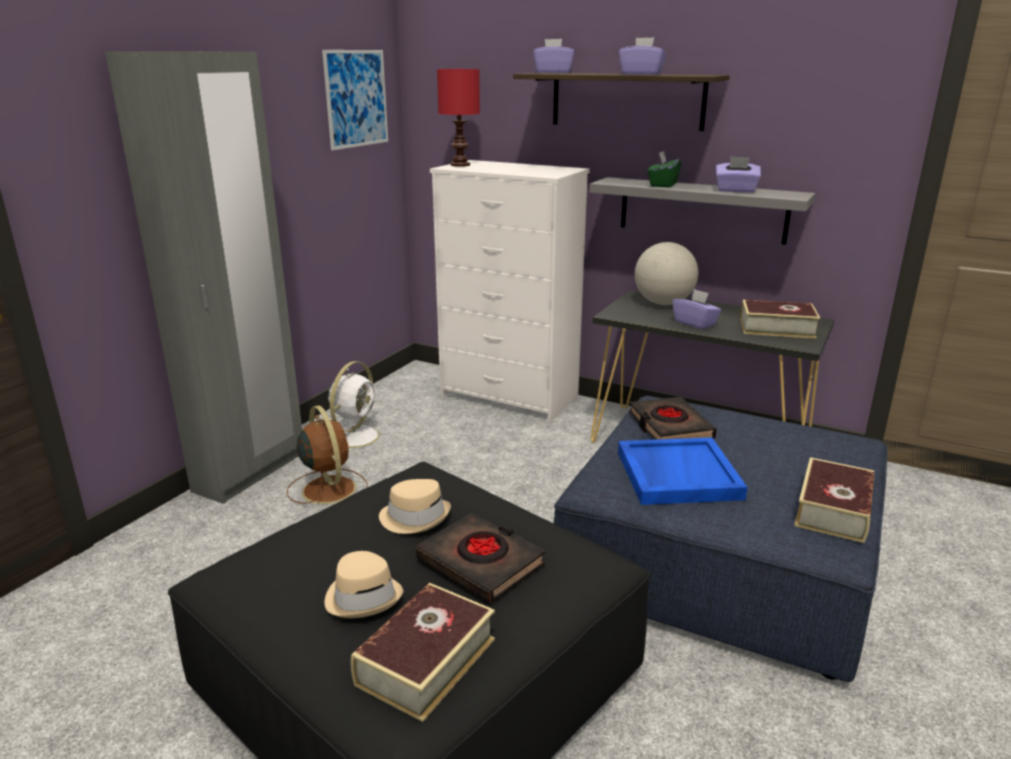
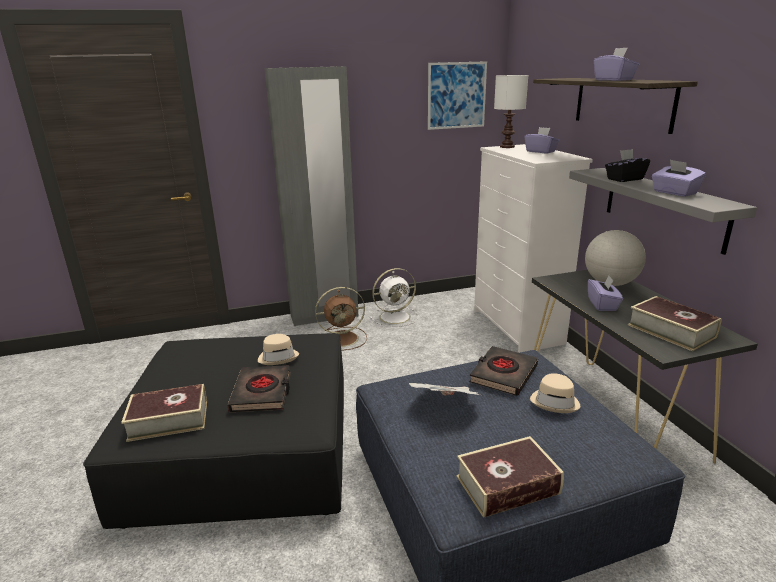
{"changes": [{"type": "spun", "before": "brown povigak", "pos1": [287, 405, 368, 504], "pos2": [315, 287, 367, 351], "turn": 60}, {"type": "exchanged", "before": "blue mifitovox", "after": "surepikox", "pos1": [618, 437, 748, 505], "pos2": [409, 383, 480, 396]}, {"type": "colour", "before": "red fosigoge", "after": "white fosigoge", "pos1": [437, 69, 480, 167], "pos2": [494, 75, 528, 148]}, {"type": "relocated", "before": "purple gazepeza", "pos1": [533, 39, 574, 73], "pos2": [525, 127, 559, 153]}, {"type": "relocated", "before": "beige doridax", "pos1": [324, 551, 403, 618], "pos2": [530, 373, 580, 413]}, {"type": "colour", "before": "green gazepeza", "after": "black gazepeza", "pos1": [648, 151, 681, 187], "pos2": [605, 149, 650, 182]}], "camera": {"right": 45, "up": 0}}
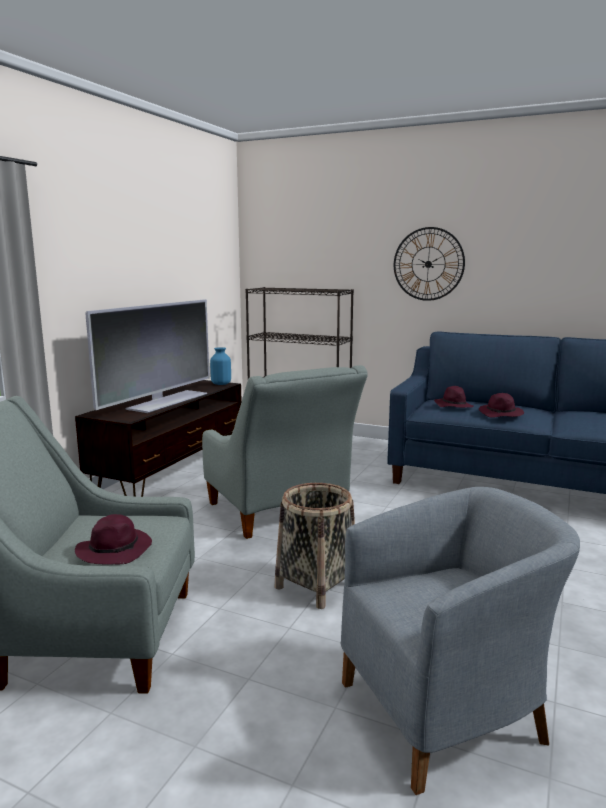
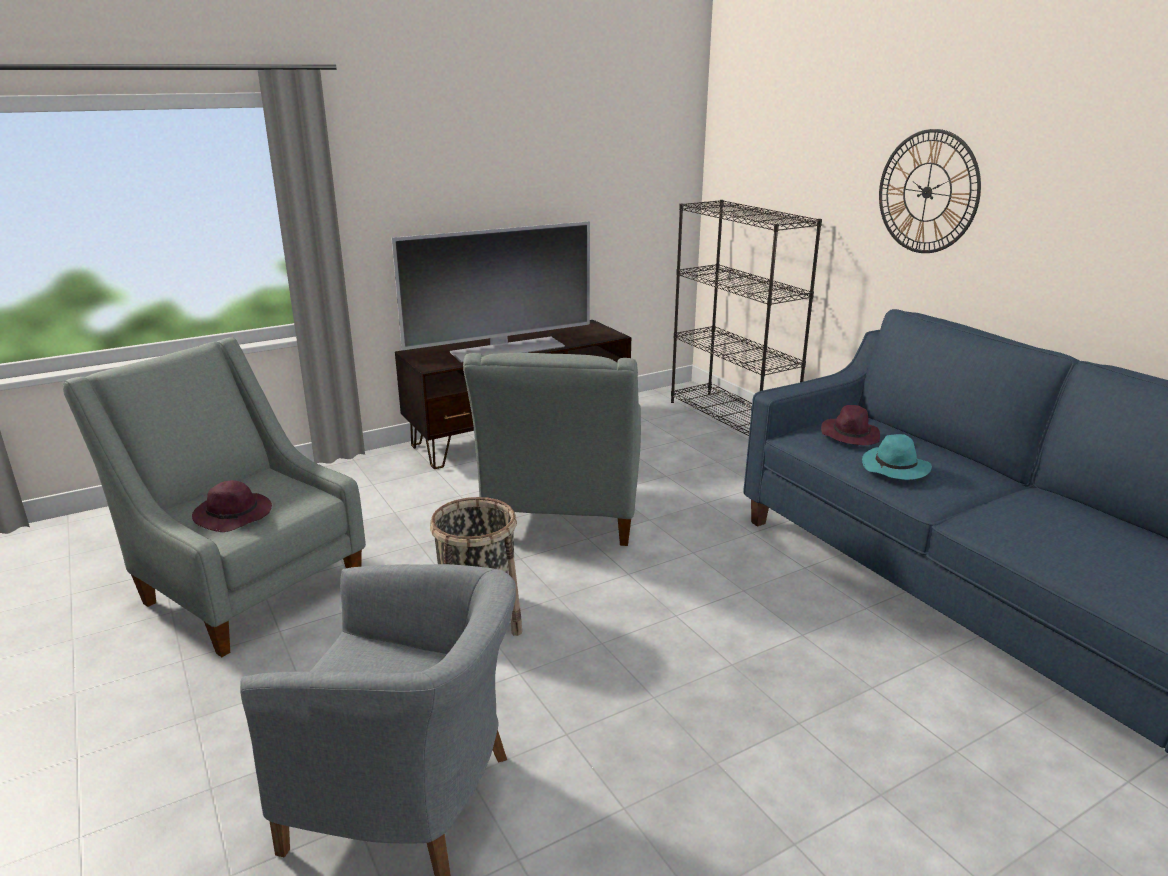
{"changes": [{"type": "colour", "before": "purple doridax", "after": "turquoise doridax", "pos1": [479, 393, 524, 418], "pos2": [862, 434, 932, 480]}, {"type": "missing", "before": "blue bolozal", "pos1": [210, 347, 231, 385]}], "camera": {"right": 35, "up": 10}}
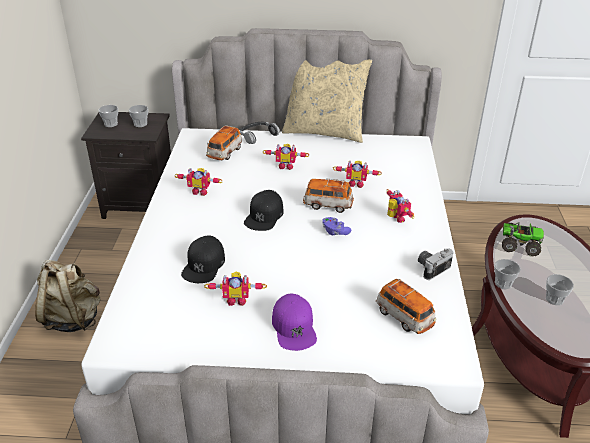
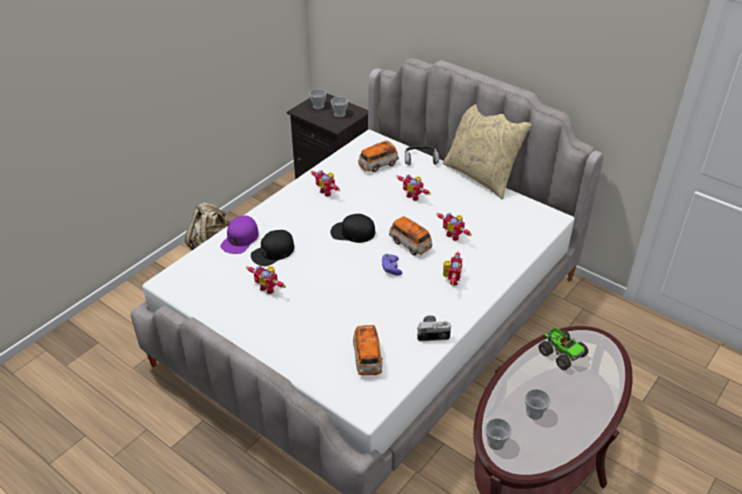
{"changes": [{"type": "relocated", "before": "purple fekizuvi", "pos1": [272, 293, 317, 351], "pos2": [220, 216, 259, 254]}, {"type": "spun", "before": "black fekizuvi", "pos1": [244, 190, 283, 231], "pos2": [330, 214, 375, 243], "turn": 45}, {"type": "relocated", "before": "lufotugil", "pos1": [494, 259, 521, 289], "pos2": [485, 418, 512, 450]}], "camera": {"right": 35, "up": 5}}
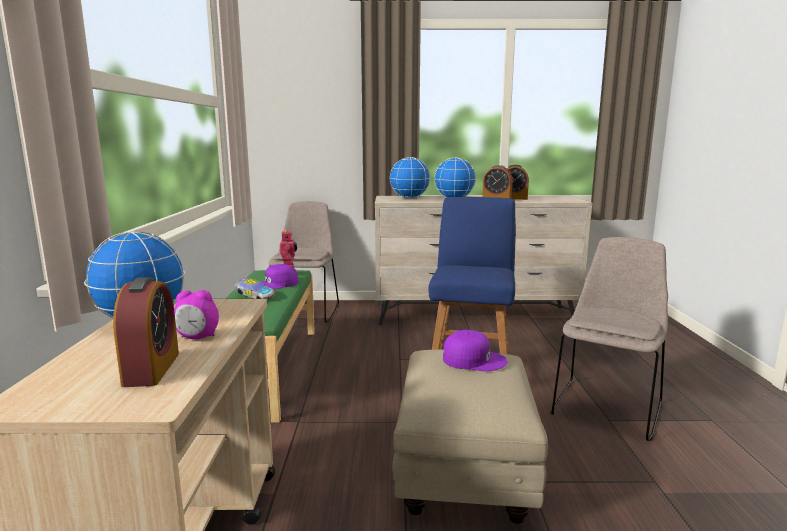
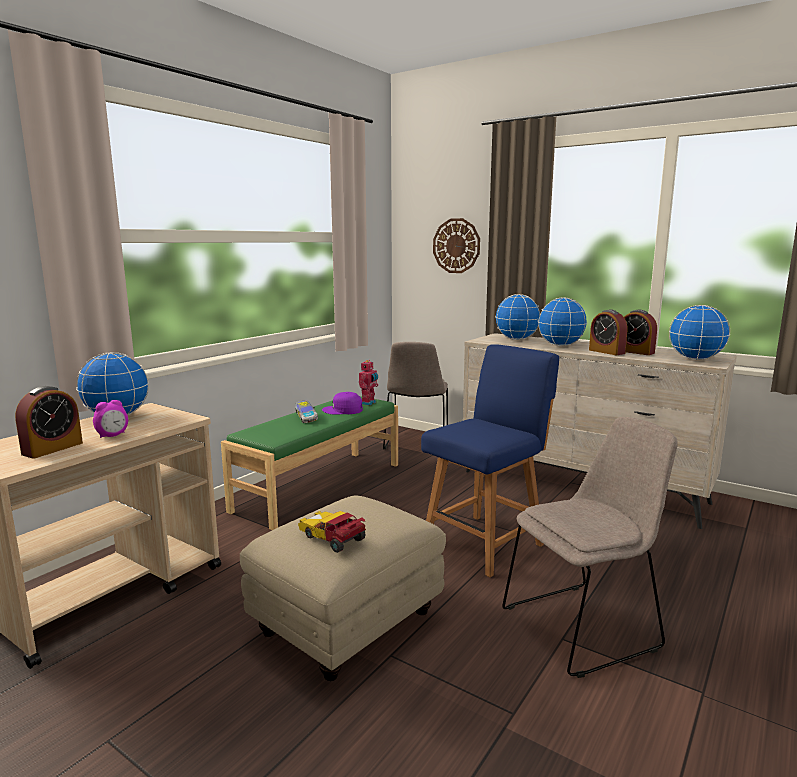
{"changes": [{"type": "spun", "before": "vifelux", "pos1": [174, 290, 219, 339], "pos2": [93, 400, 128, 438], "turn": -75}, {"type": "appeared", "after": "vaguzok", "pos2": [298, 511, 366, 553]}, {"type": "spun", "before": "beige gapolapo", "pos1": [269, 201, 339, 323], "pos2": [383, 342, 448, 449], "turn": 150}, {"type": "appeared", "after": "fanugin", "pos2": [433, 218, 480, 273]}, {"type": "appeared", "after": "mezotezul", "pos2": [669, 305, 730, 360]}, {"type": "missing", "before": "purple fekizuvi", "pos1": [443, 330, 507, 371]}], "camera": {"right": 35, "up": 0}}
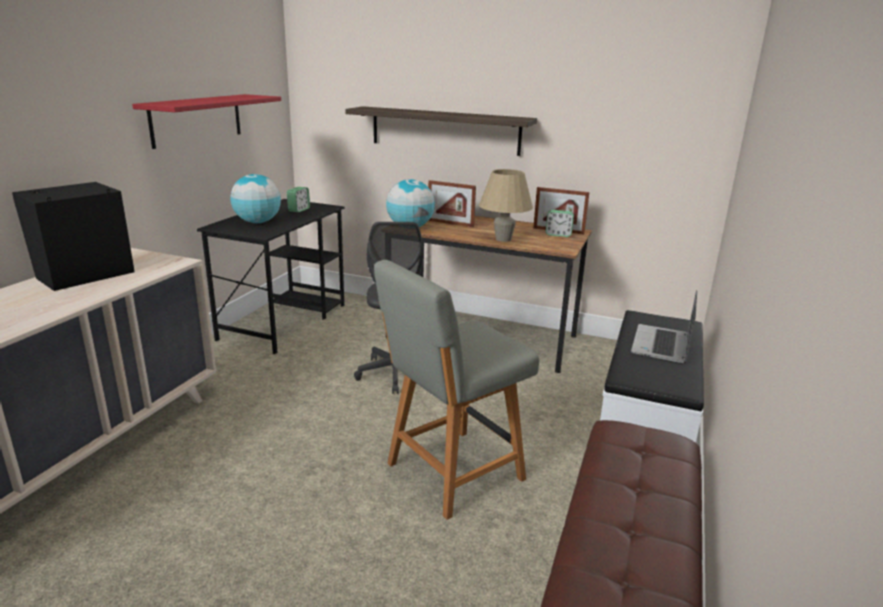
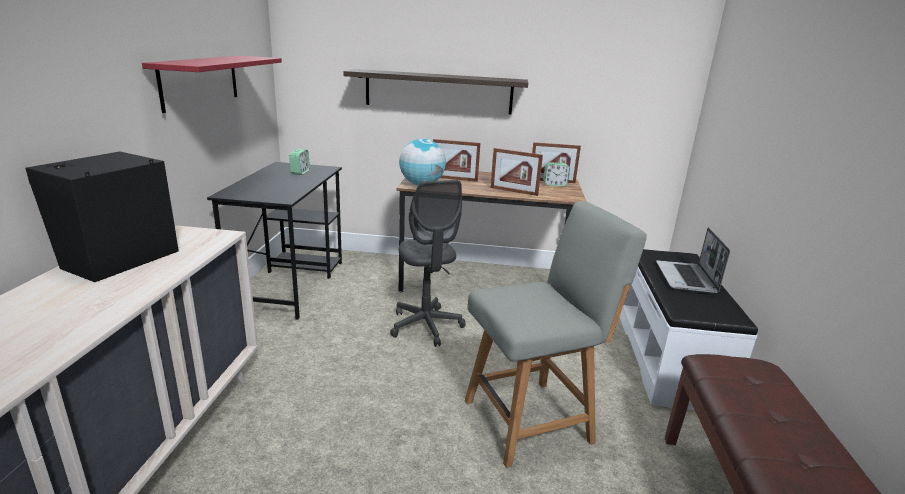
{"changes": [{"type": "spun", "before": "grey gapolapo", "pos1": [374, 260, 540, 520], "pos2": [465, 201, 647, 468], "turn": -150}, {"type": "exchanged", "before": "beige fosigoge", "after": "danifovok", "pos1": [479, 169, 533, 242], "pos2": [490, 148, 543, 196]}, {"type": "missing", "before": "mezotezul", "pos1": [230, 174, 281, 223]}], "camera": {"right": -15, "up": 0}}
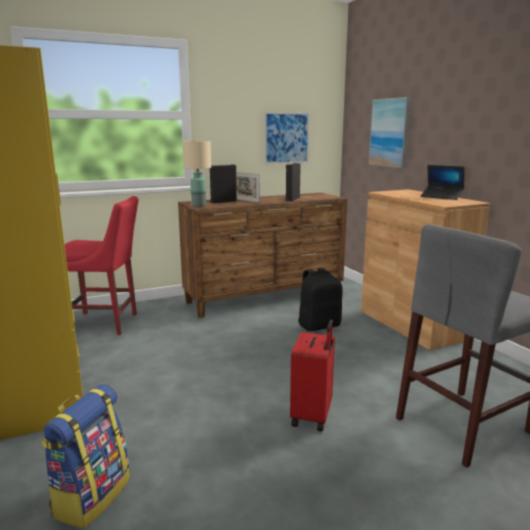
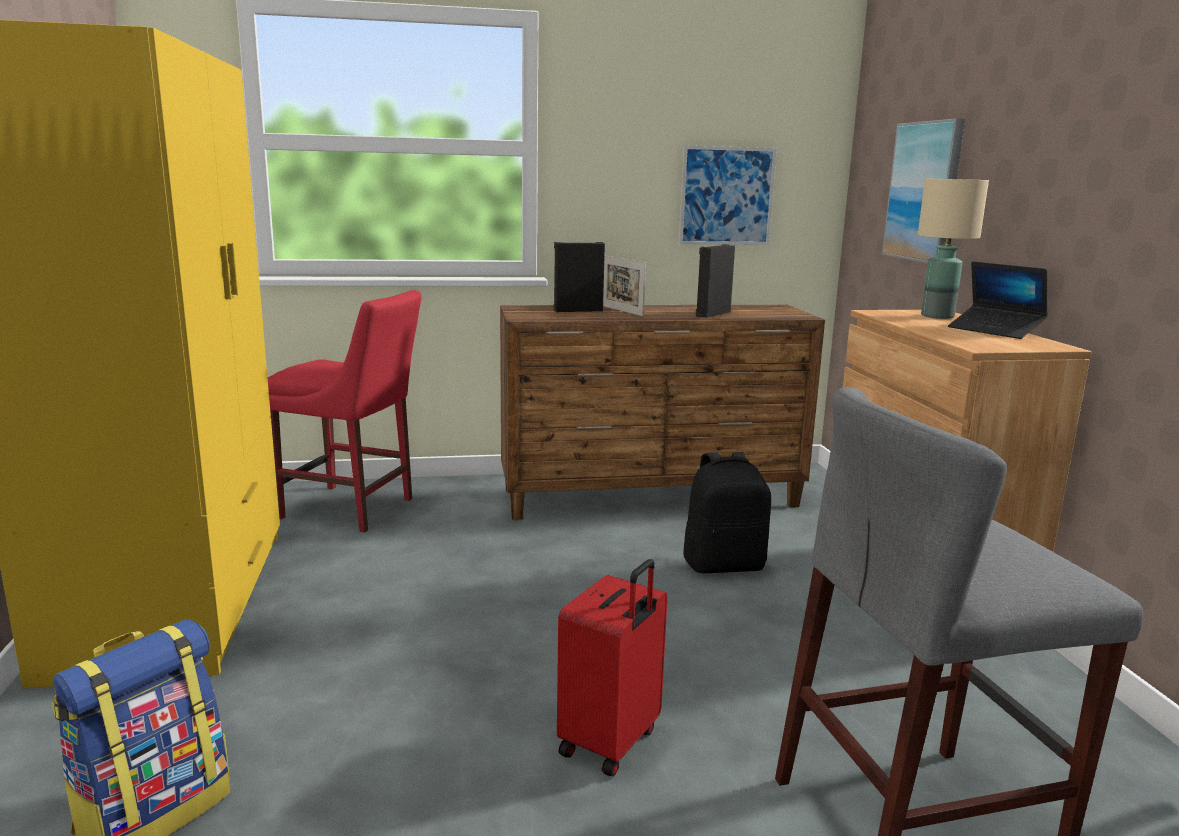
{"changes": [{"type": "relocated", "before": "beige fosigoge", "pos1": [182, 141, 211, 207], "pos2": [918, 179, 989, 319]}], "camera": {"right": 15, "up": 0}}
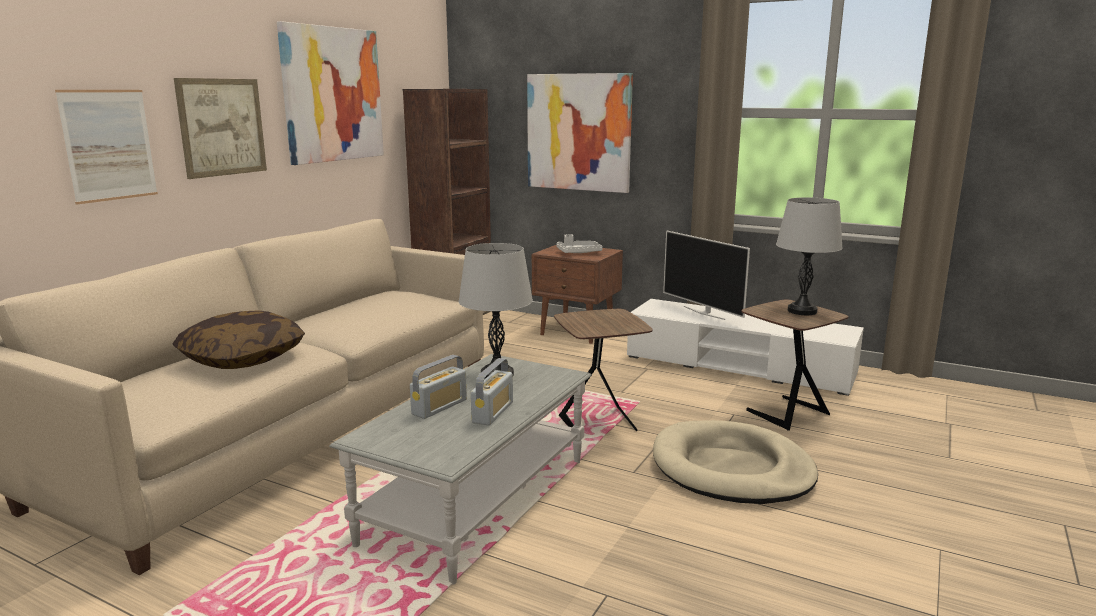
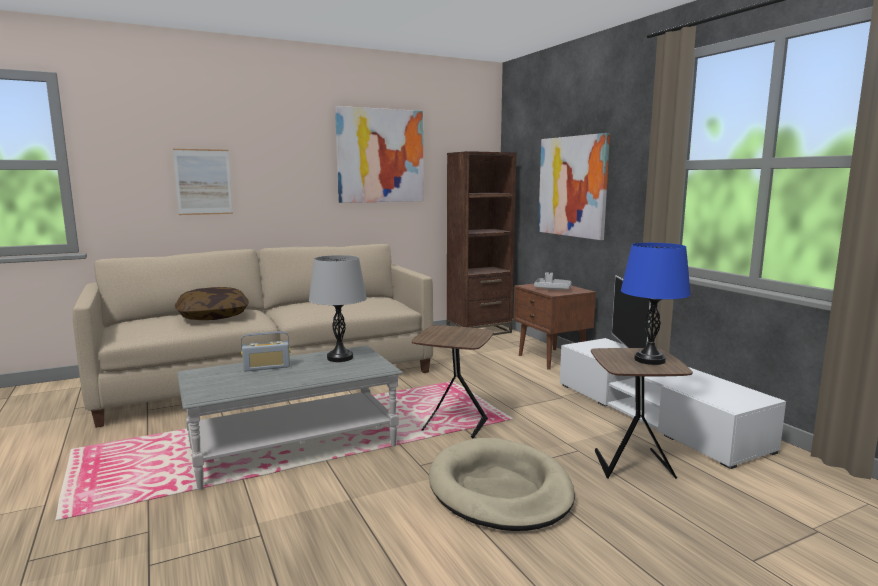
{"changes": [{"type": "colour", "before": "grey fosigoge", "after": "blue fosigoge", "pos1": [776, 197, 843, 315], "pos2": [621, 243, 691, 365]}, {"type": "missing", "before": "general", "pos1": [174, 78, 267, 179]}, {"type": "missing", "before": "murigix", "pos1": [471, 358, 513, 426]}], "camera": {"right": 35, "up": -5}}
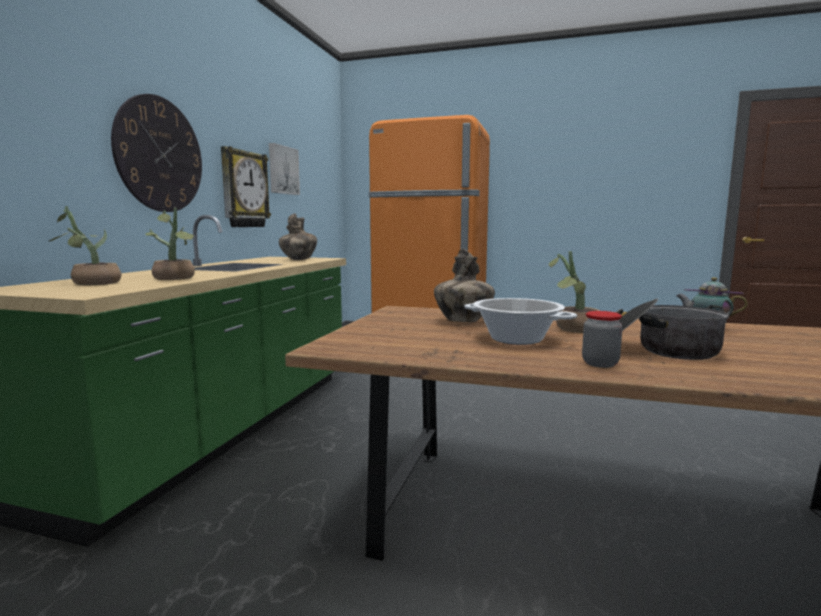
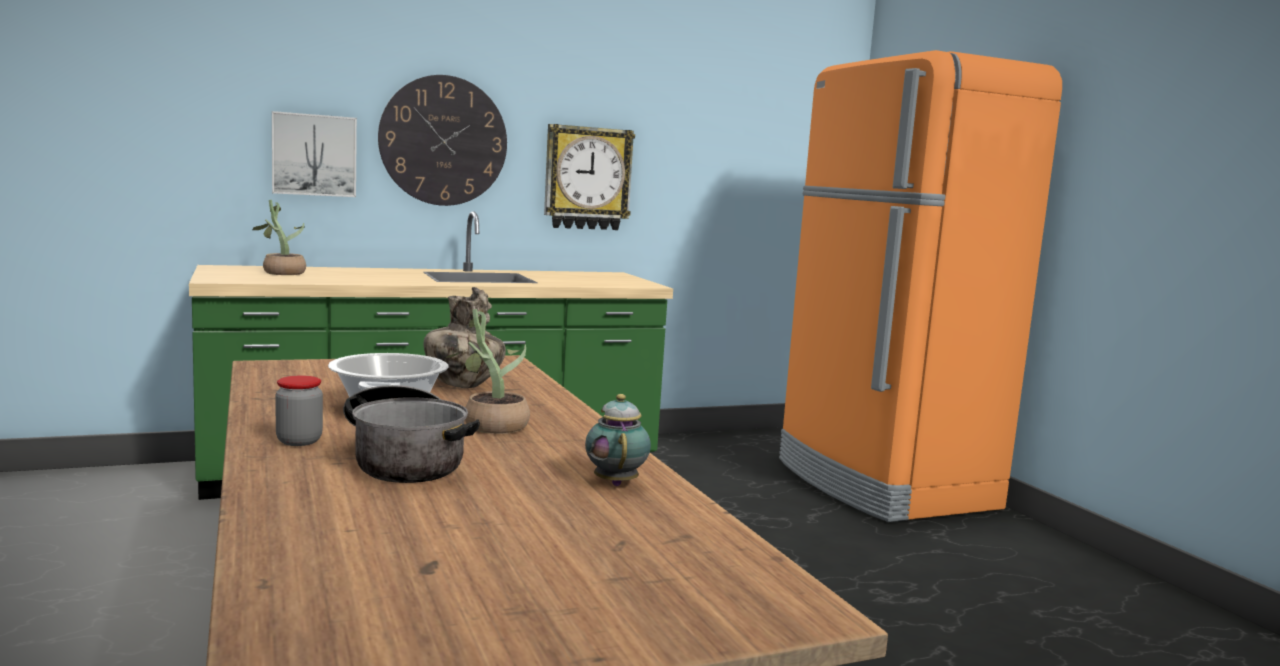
{"changes": [{"type": "relocated", "before": "general", "pos1": [269, 143, 300, 195], "pos2": [272, 111, 357, 197]}, {"type": "missing", "before": "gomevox", "pos1": [145, 208, 195, 280]}, {"type": "missing", "before": "bolozal", "pos1": [279, 213, 317, 260]}], "camera": {"right": 50, "up": 0}}
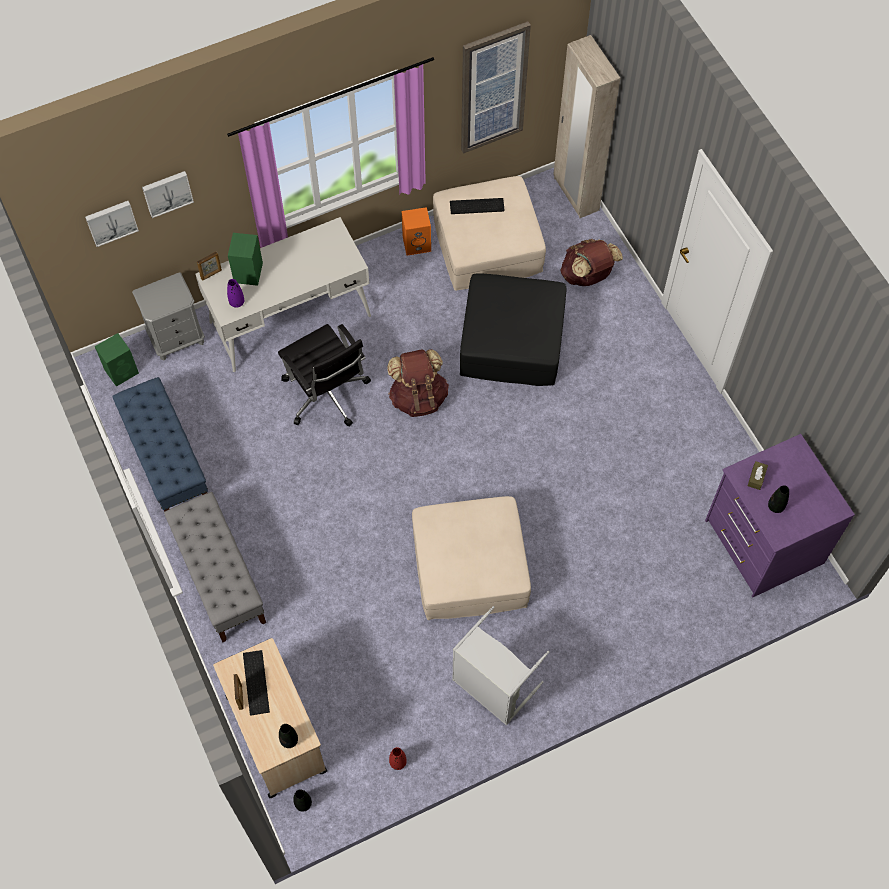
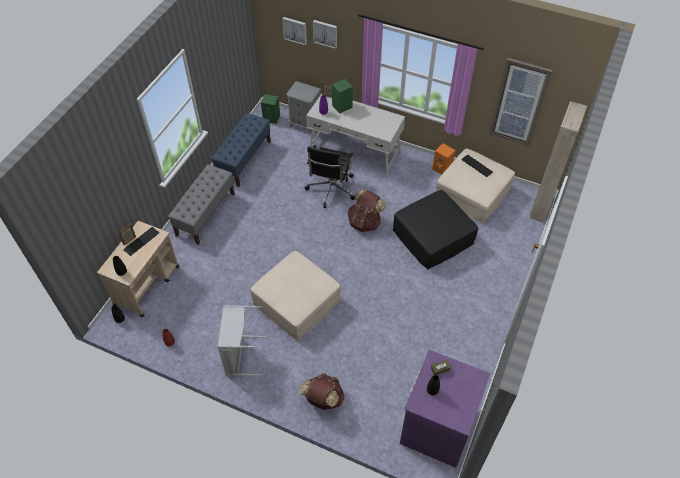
{"changes": [{"type": "relocated", "before": "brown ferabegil", "pos1": [561, 239, 623, 286], "pos2": [299, 373, 345, 410]}], "camera": {"right": 50, "up": -10}}
